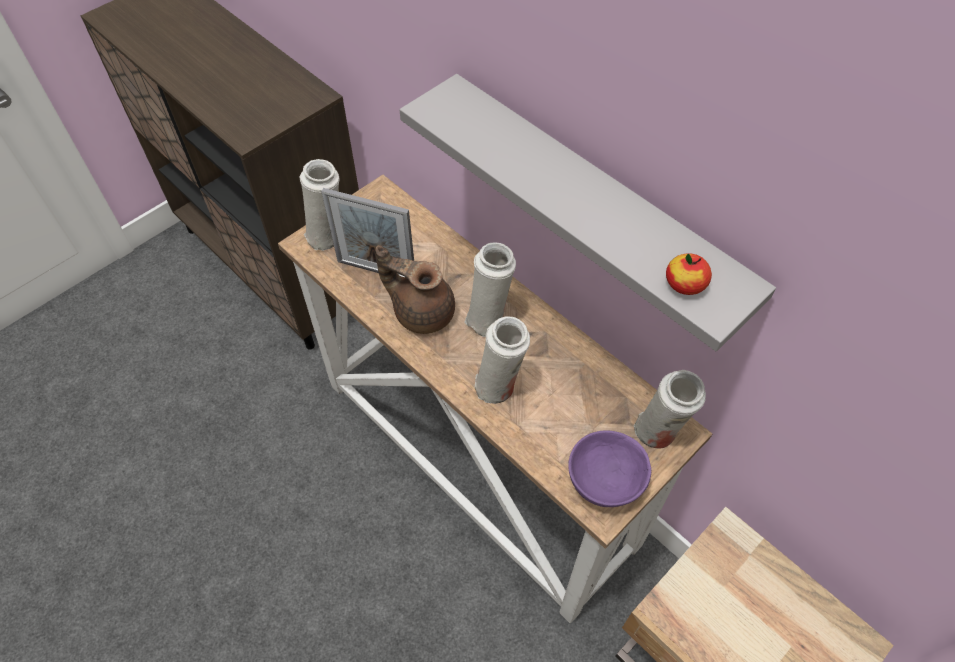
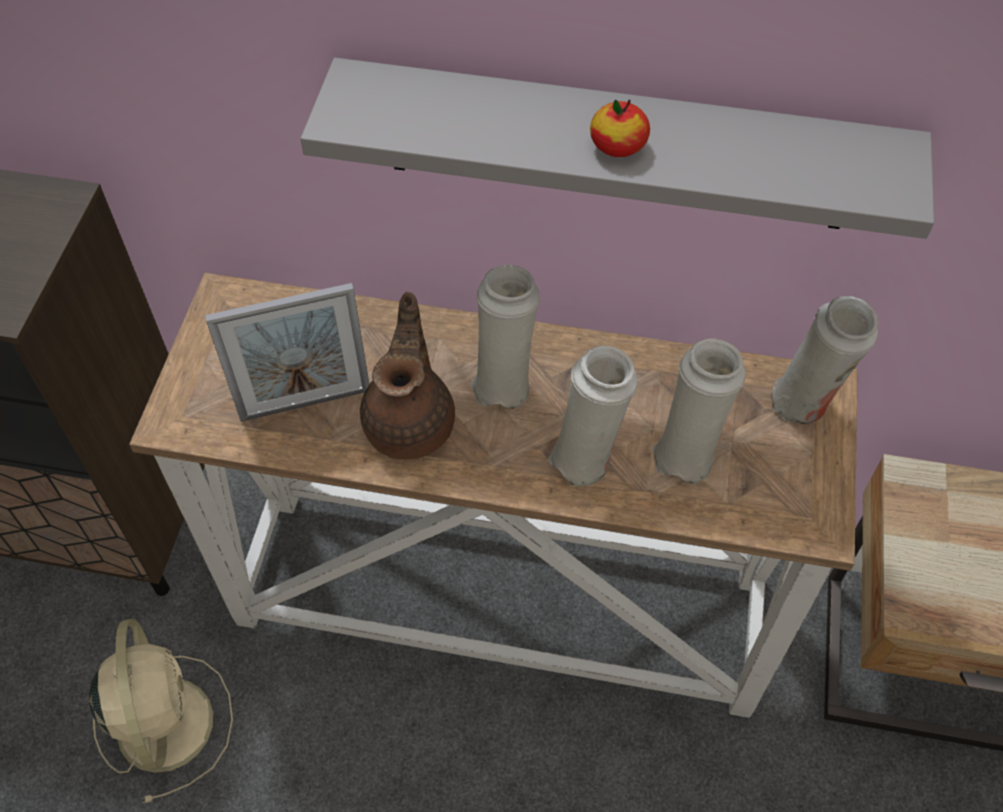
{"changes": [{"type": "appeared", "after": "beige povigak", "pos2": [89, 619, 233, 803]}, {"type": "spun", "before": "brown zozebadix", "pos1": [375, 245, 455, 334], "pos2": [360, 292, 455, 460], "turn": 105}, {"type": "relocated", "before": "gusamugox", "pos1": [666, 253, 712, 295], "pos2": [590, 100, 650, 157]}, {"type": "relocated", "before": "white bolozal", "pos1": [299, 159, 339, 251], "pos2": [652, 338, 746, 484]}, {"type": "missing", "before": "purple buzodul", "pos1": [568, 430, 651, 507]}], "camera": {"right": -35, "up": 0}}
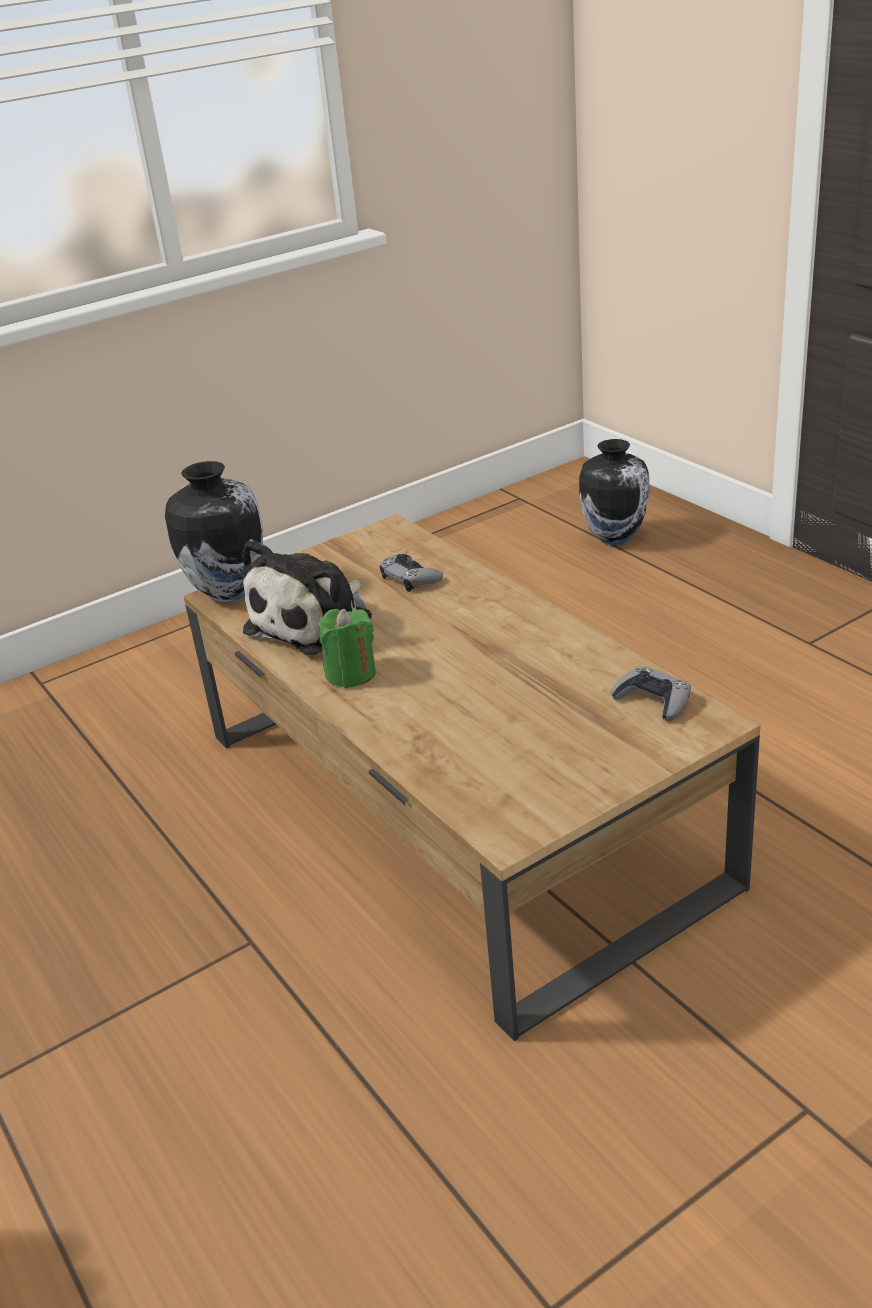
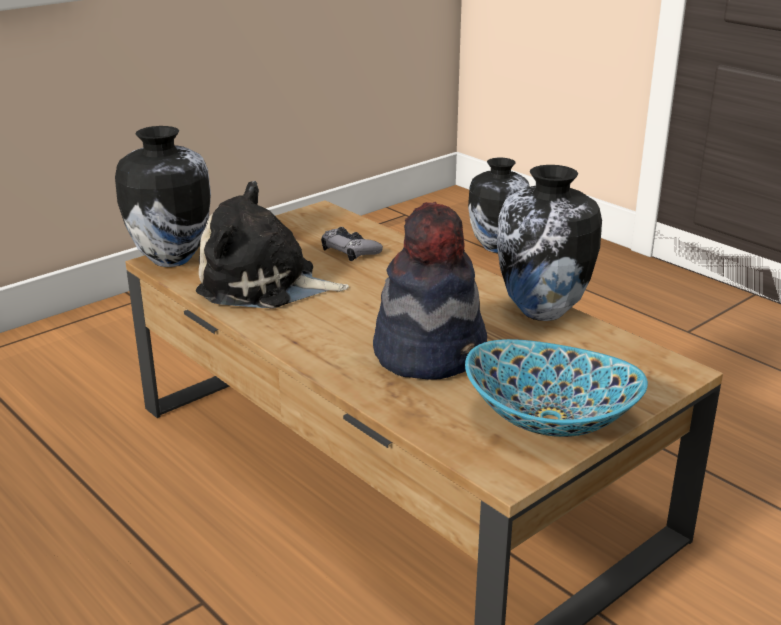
{"changes": [{"type": "spun", "before": "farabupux", "pos1": [242, 539, 372, 655], "pos2": [196, 181, 349, 309], "turn": 75}, {"type": "appeared", "after": "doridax", "pos2": [373, 202, 487, 380]}, {"type": "appeared", "after": "buzodul", "pos2": [465, 339, 648, 437]}, {"type": "appeared", "after": "bolozal", "pos2": [497, 165, 602, 321]}, {"type": "missing", "before": "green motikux", "pos1": [318, 609, 376, 688]}, {"type": "missing", "before": "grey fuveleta", "pos1": [611, 667, 691, 721]}], "camera": {"right": -10, "up": -5}}
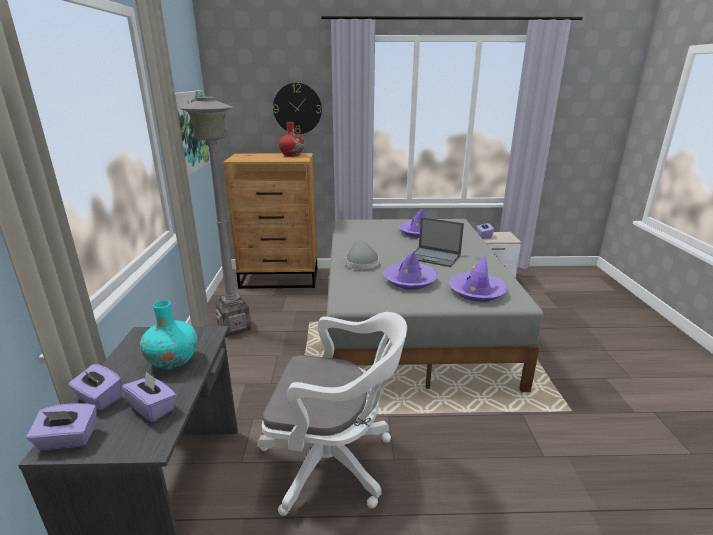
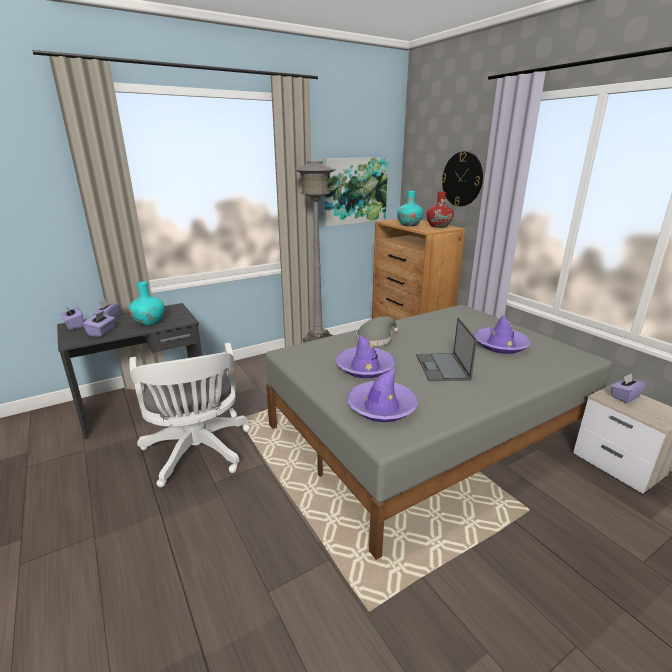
{"changes": [{"type": "appeared", "after": "turquoise bolozal", "pos2": [397, 191, 423, 226]}], "camera": {"right": 60, "up": 0}}
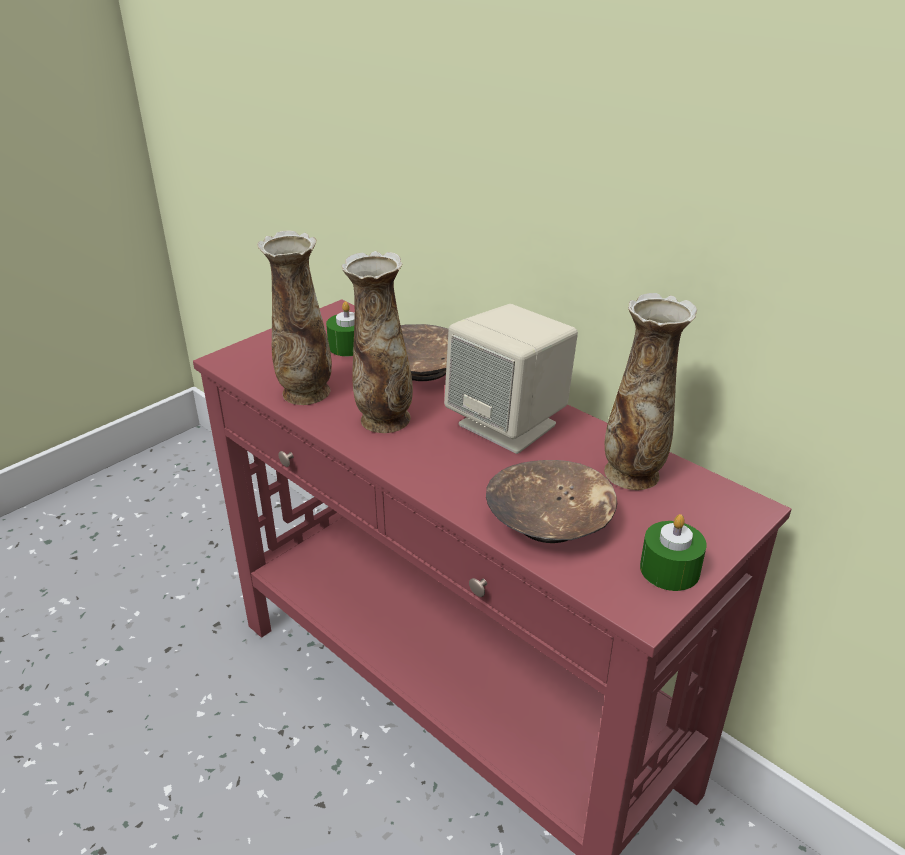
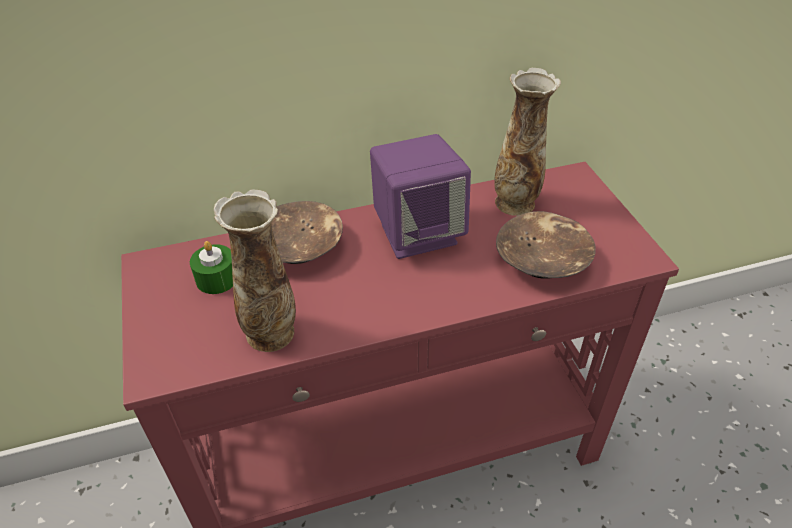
{"changes": [{"type": "colour", "before": "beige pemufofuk", "after": "purple pemufofuk", "pos1": [444, 304, 578, 454], "pos2": [370, 134, 471, 259]}, {"type": "missing", "before": "bolozal", "pos1": [341, 251, 413, 433]}, {"type": "missing", "before": "green motikux", "pos1": [640, 514, 707, 591]}], "camera": {"right": -60, "up": 10}}
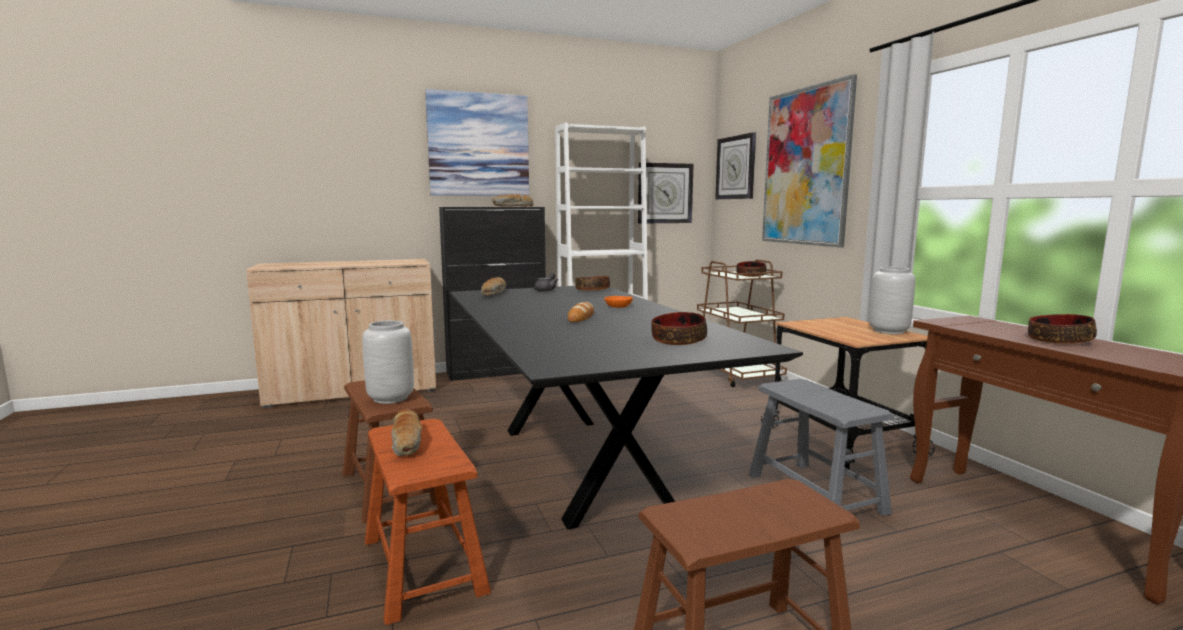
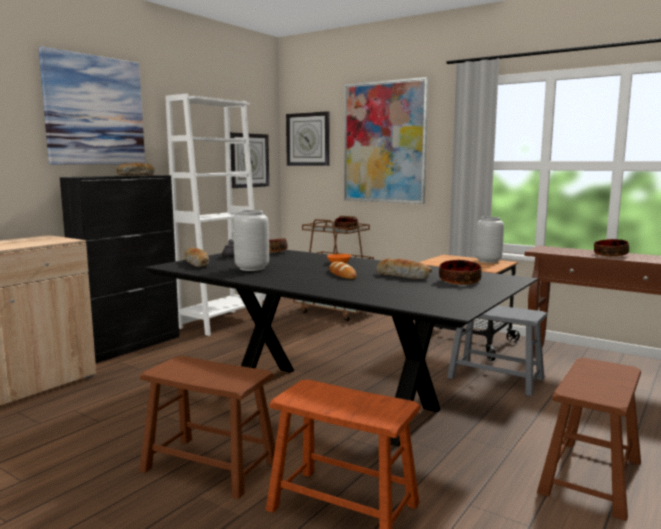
{"changes": [{"type": "relocated", "before": "grey bolozal", "pos1": [362, 320, 414, 404], "pos2": [233, 210, 269, 271]}, {"type": "relocated", "before": "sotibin", "pos1": [391, 409, 422, 456], "pos2": [376, 258, 432, 279]}], "camera": {"right": -35, "up": 0}}
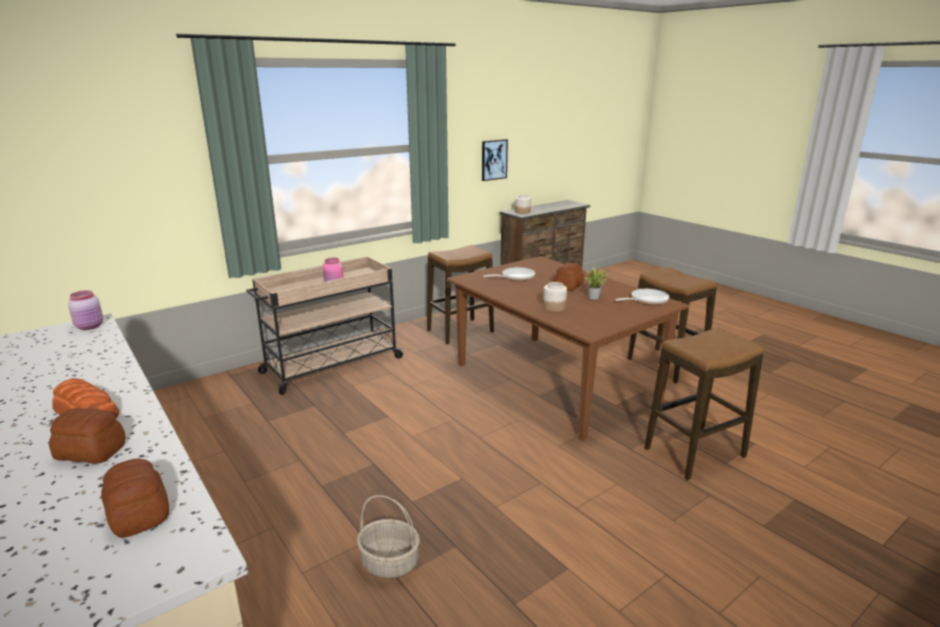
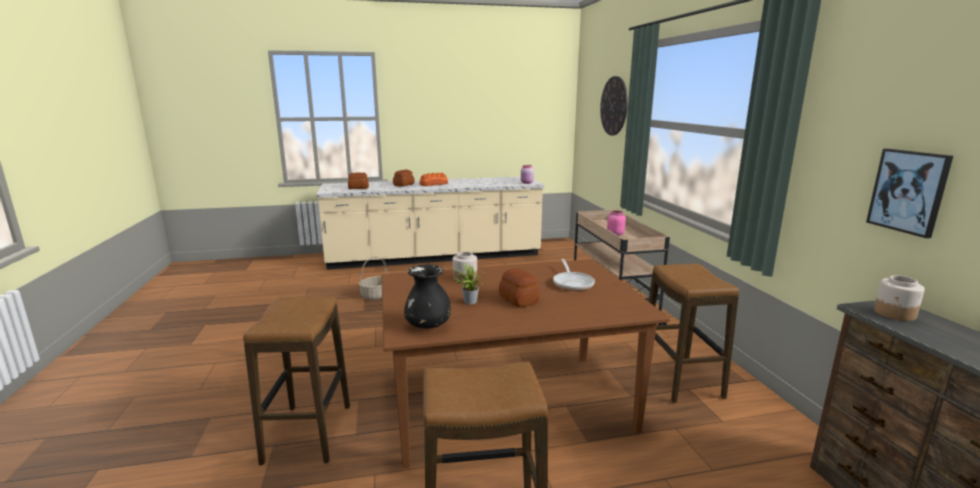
{"changes": [{"type": "exchanged", "before": "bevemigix", "after": "black bolozal", "pos1": [615, 289, 669, 305], "pos2": [404, 264, 451, 329]}, {"type": "appeared", "after": "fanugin", "pos2": [600, 76, 628, 136]}], "camera": {"right": 115, "up": -5}}
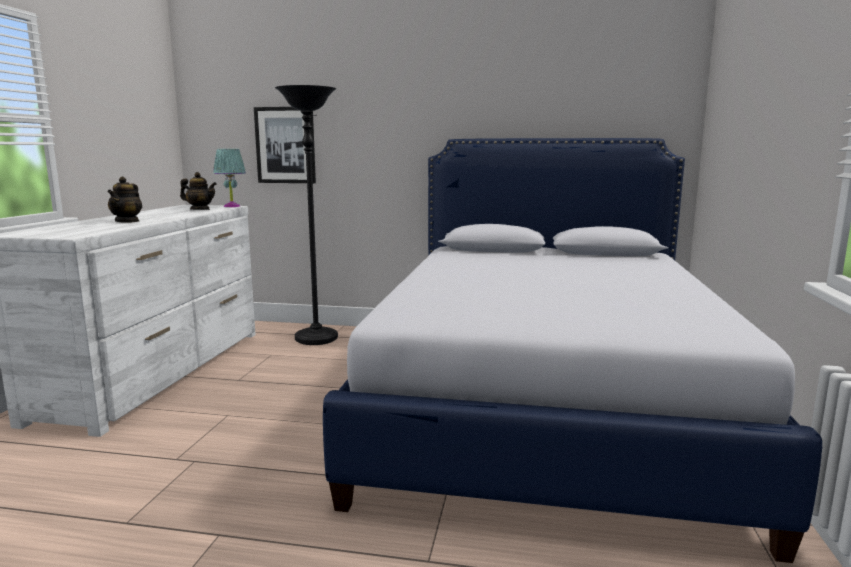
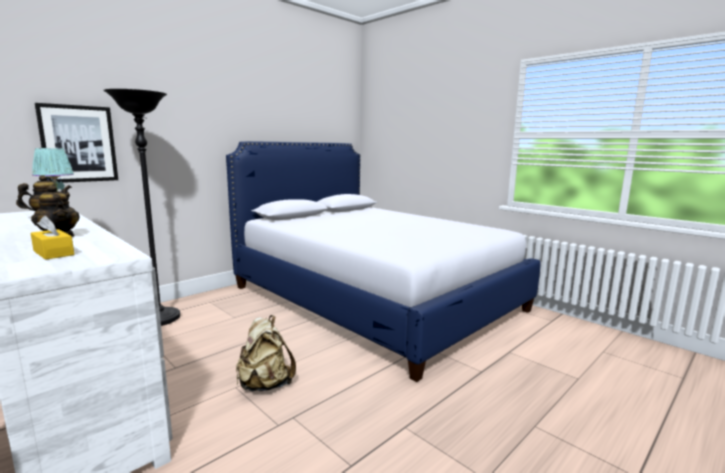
{"changes": [{"type": "appeared", "after": "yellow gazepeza", "pos2": [31, 215, 74, 260]}, {"type": "appeared", "after": "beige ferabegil", "pos2": [236, 315, 296, 391]}], "camera": {"right": -55, "up": 0}}
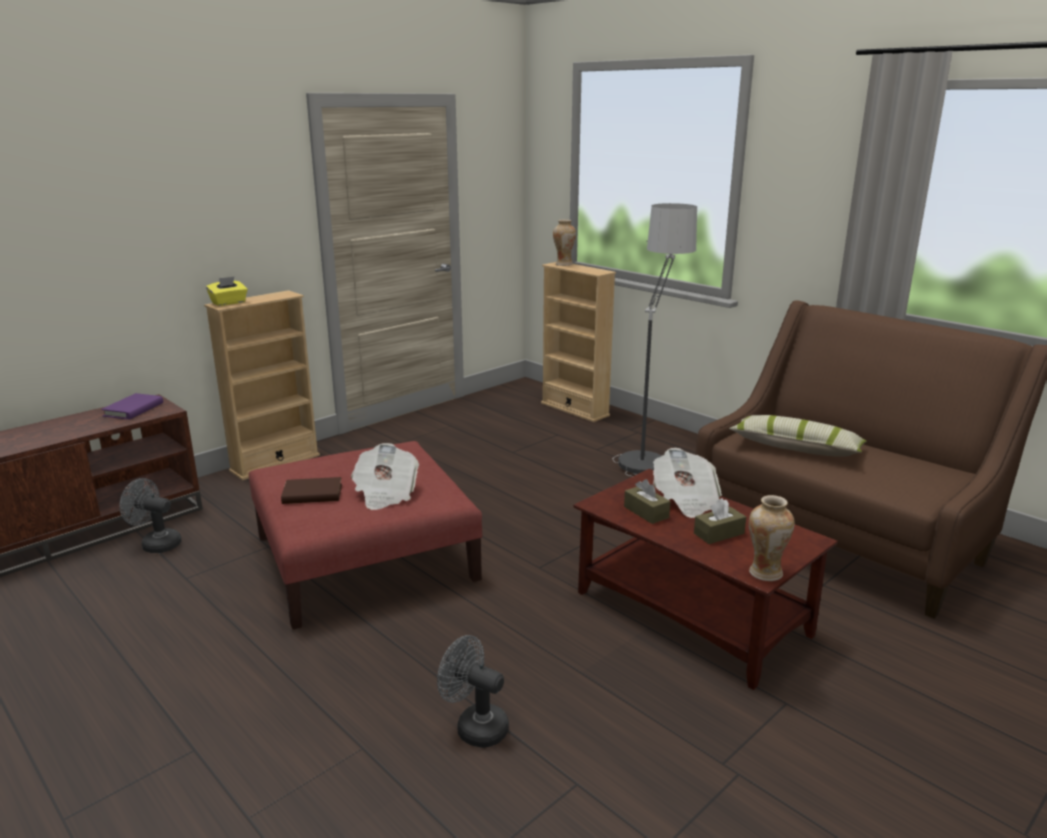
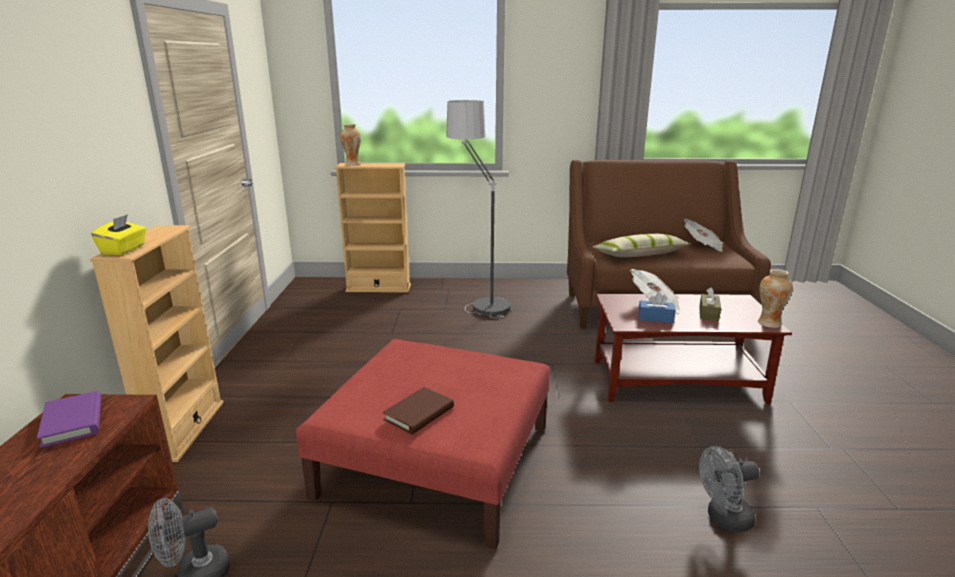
{"changes": [{"type": "colour", "before": "brown gazepeza", "after": "blue gazepeza", "pos1": [624, 479, 671, 524], "pos2": [638, 292, 675, 323]}, {"type": "relocated", "before": "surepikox", "pos1": [351, 443, 419, 510], "pos2": [684, 219, 723, 252]}], "camera": {"right": -45, "up": 0}}
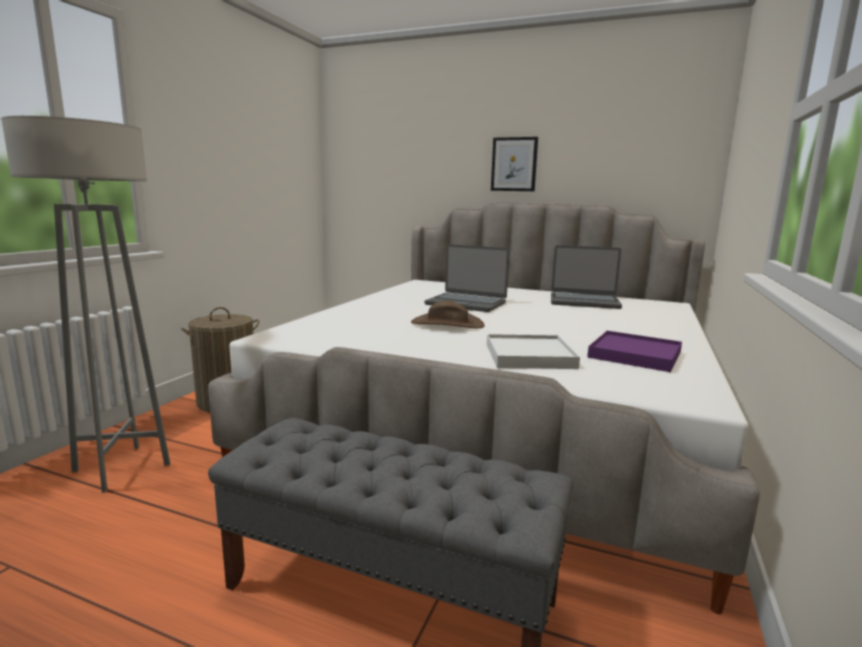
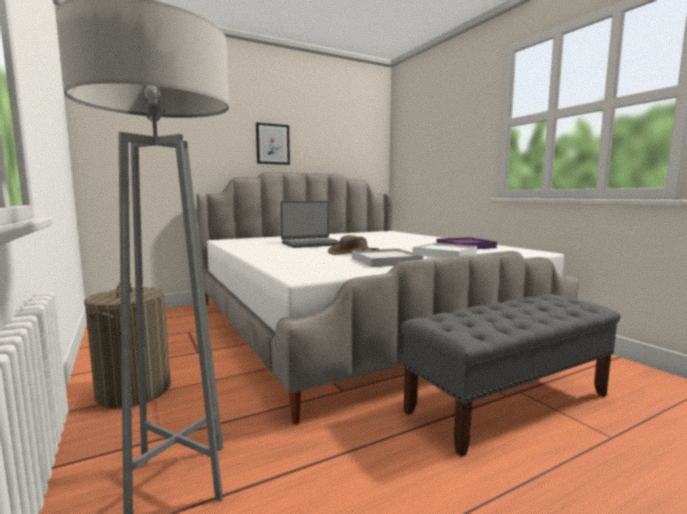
{"changes": [{"type": "appeared", "after": "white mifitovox", "pos2": [352, 249, 423, 267]}, {"type": "missing", "before": "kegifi", "pos1": [551, 245, 622, 309]}], "camera": {"right": -50, "up": -5}}
